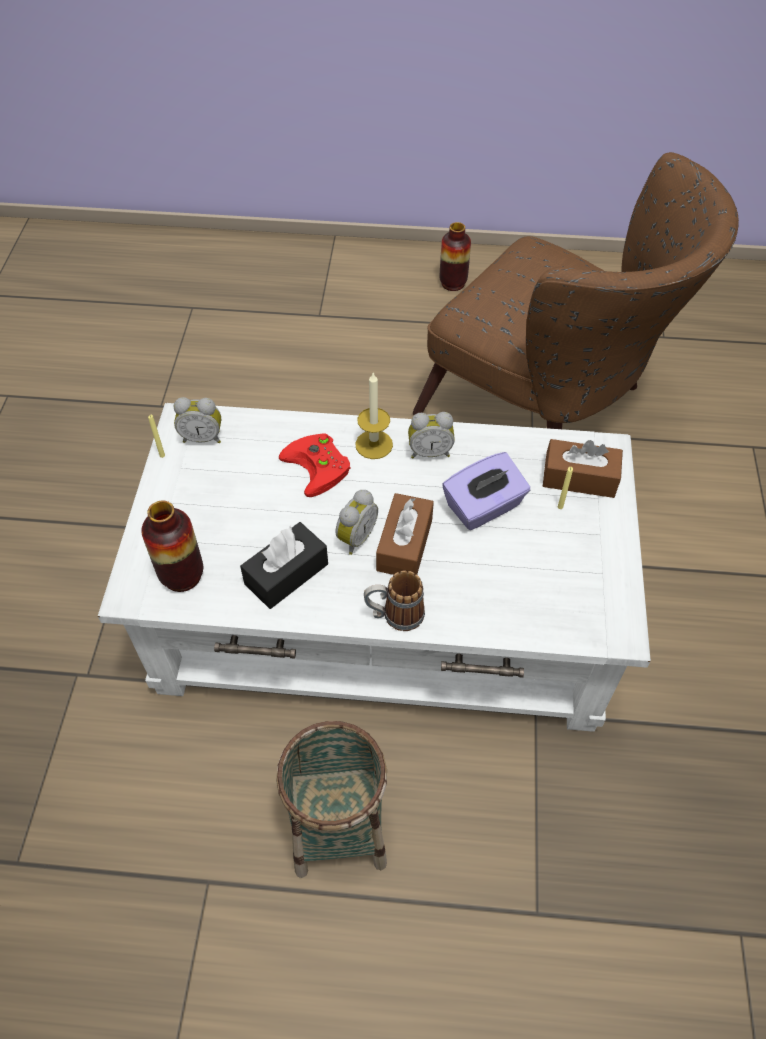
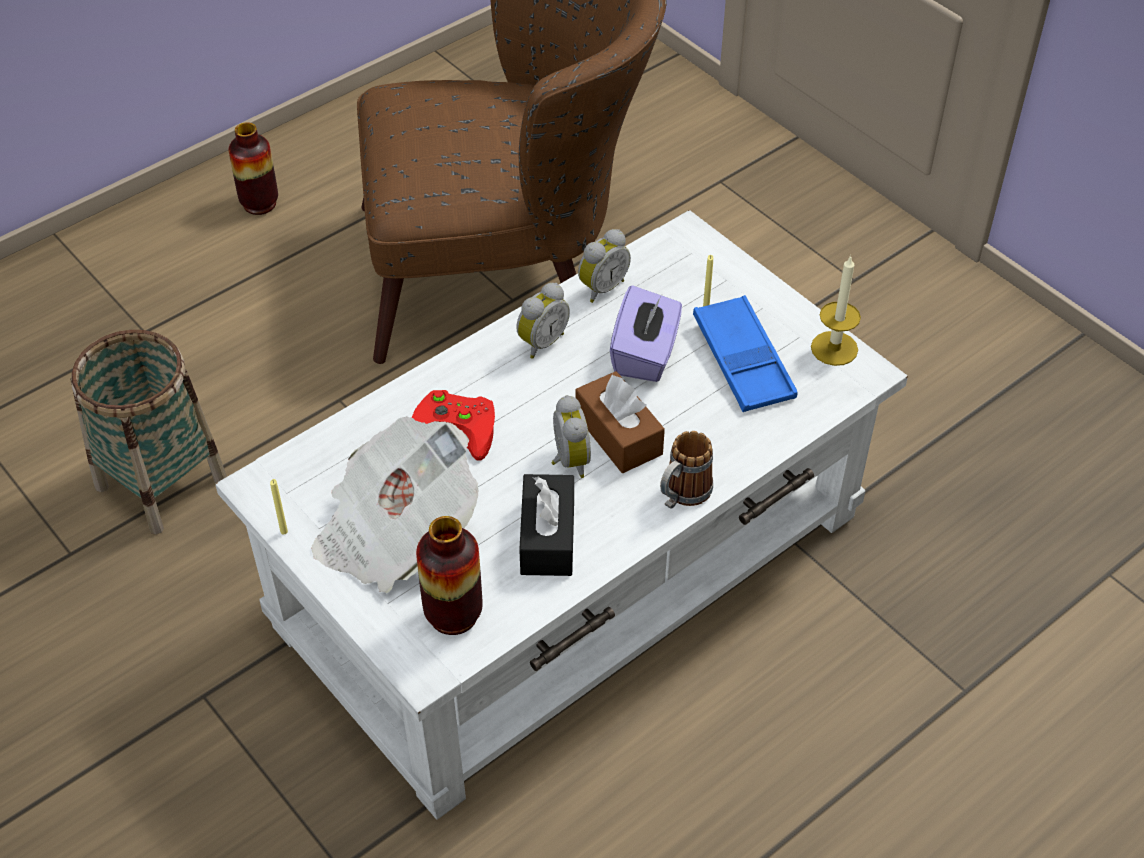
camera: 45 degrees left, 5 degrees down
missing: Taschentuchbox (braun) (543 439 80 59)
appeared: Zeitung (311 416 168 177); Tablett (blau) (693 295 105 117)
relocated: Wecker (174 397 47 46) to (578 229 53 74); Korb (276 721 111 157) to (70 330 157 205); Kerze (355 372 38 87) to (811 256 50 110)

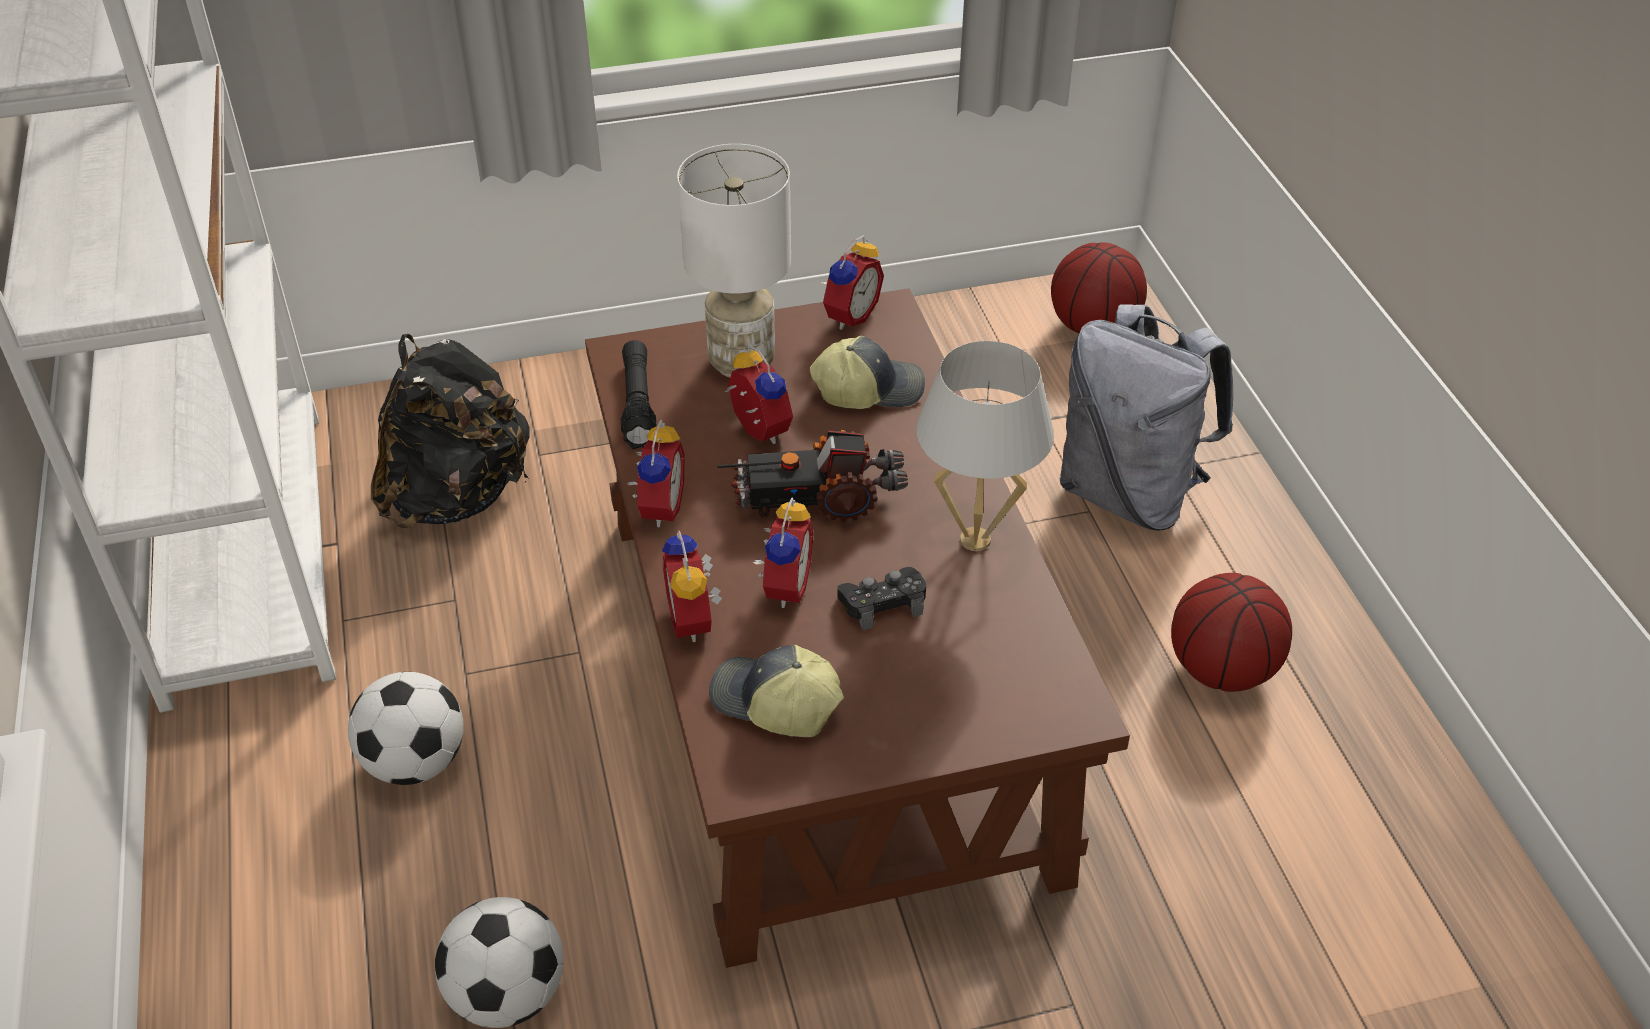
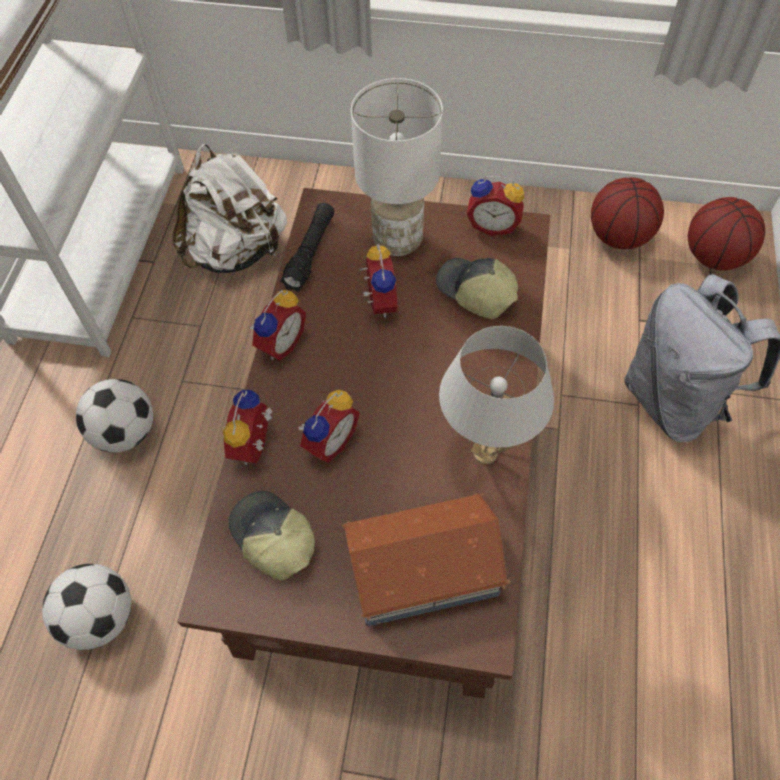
camera: 25 degrees right, 15 degrees up
missing: Spielzeuglaster (717 430 191 92); Gamepad (schwarz) (837 567 89 63)
appeared: Spielzeughaus (342 494 168 132)
relocated: Basketball (1171 573 121 119) to (591 177 73 72)
colour: Rucksack (schwarz) (371 334 158 194) to Rucksack (weiß) (172 144 115 129)
spun: Kappe (810 336 115 73) = (436 258 82 61) 150 degrees counterclockwise; Wecker (821 235 63 95) = (467 175 57 61) 45 degrees clockwise

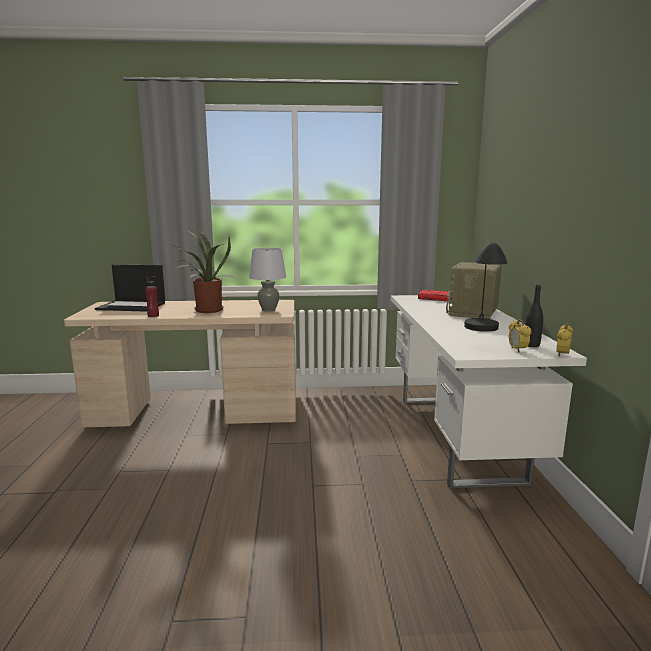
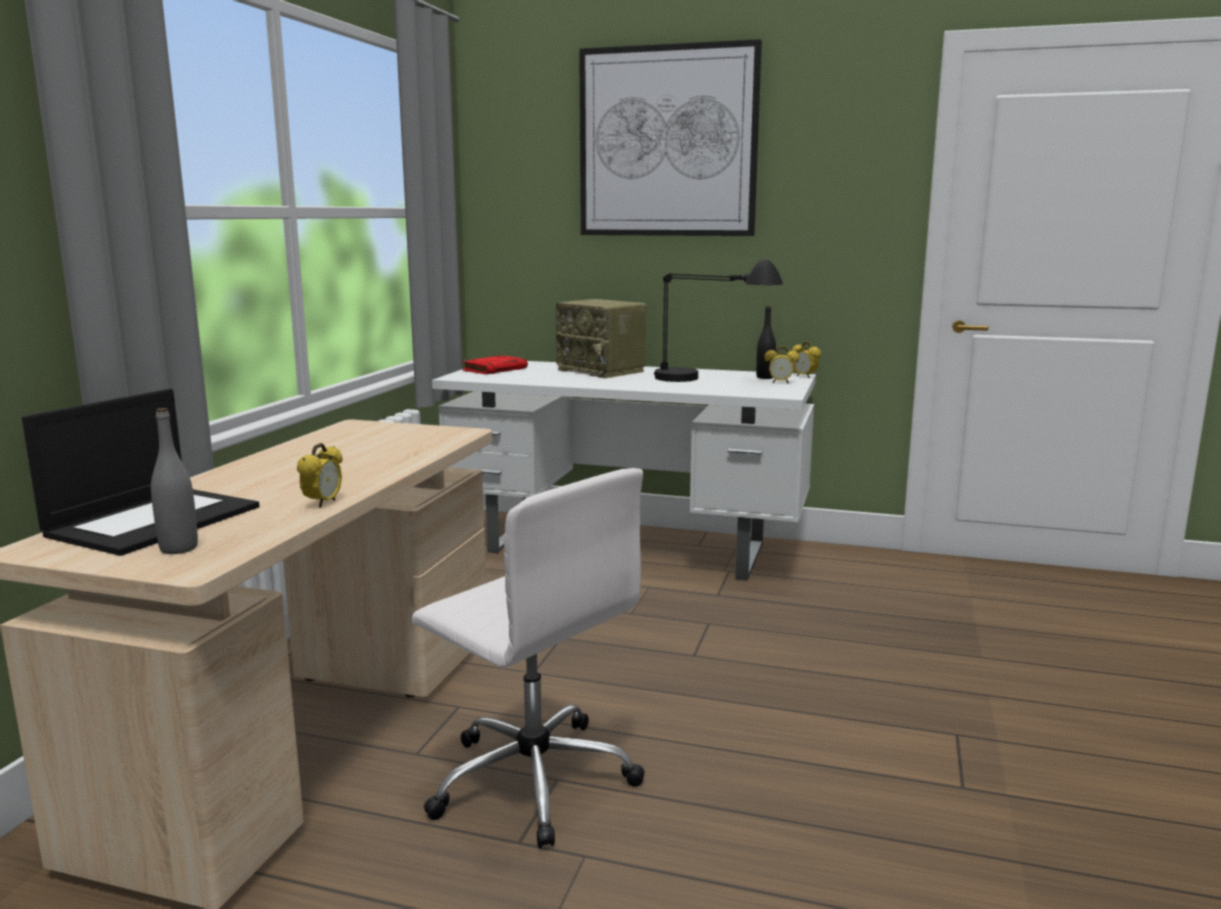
camera: 70 degrees left, 0 degrees up
missing: Topfpflanze (170 229 66 84); Tischlampe (grau) (249 248 37 64)
appeared: Flasche (grau) (151 408 47 146); Bürostuhl (weiß) (412 468 233 381); Bild (579 39 183 197)
exchanged: Flasche (rot) (145 276 14 41) to Wecker (297 443 45 65)

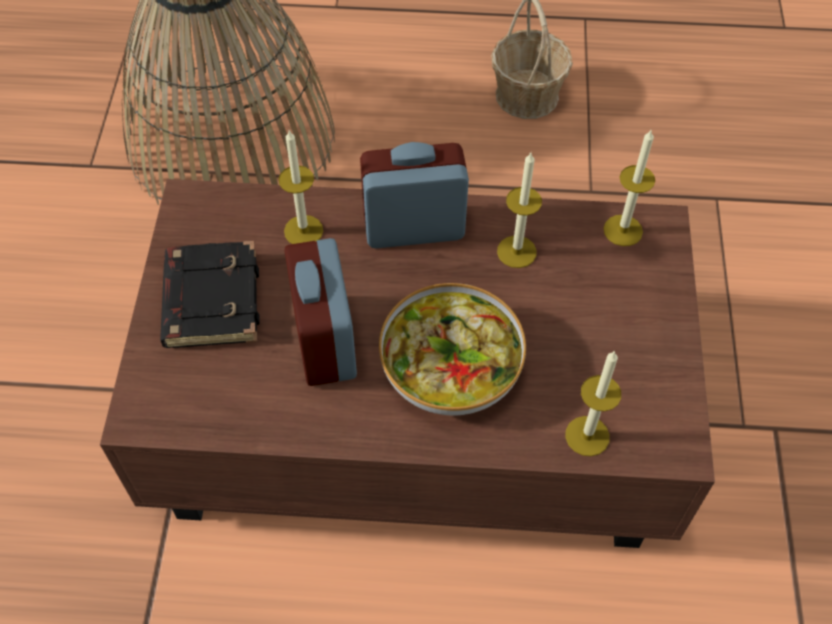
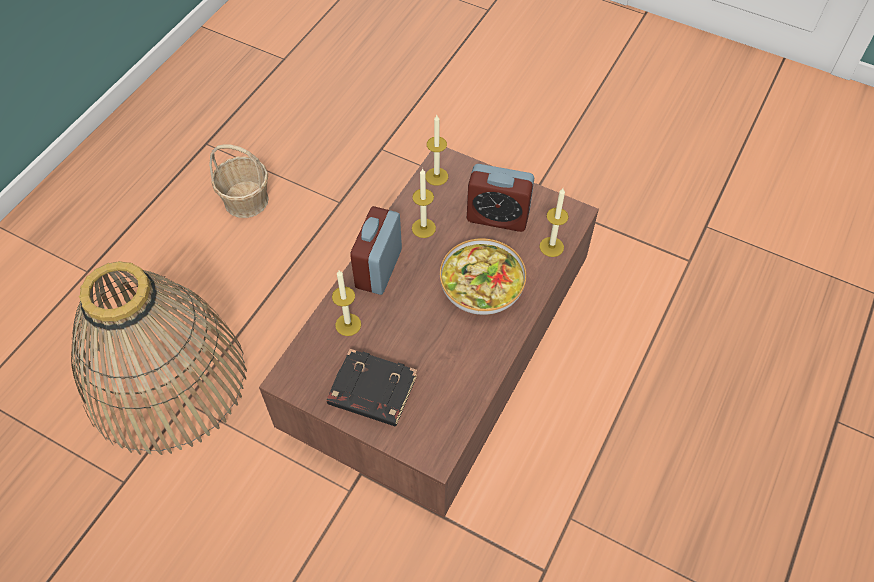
camera: 65 degrees left, 0 degrees up
relocated: Wecker (284 238 73 148) to (467 164 67 68)

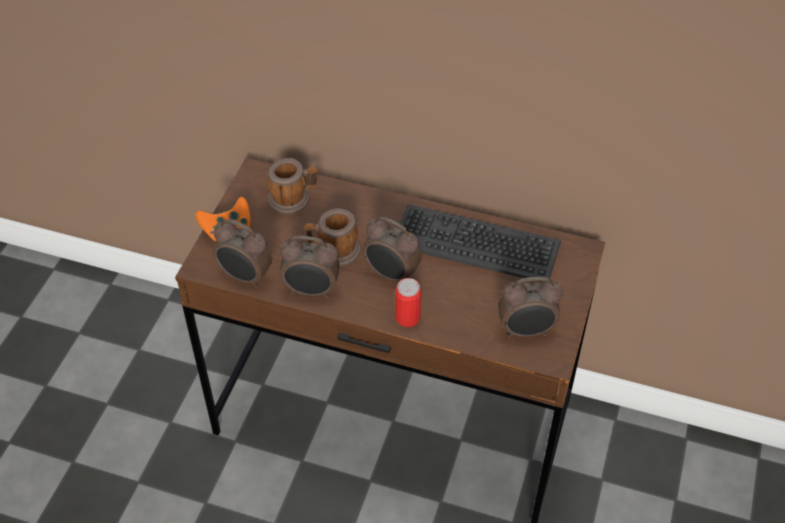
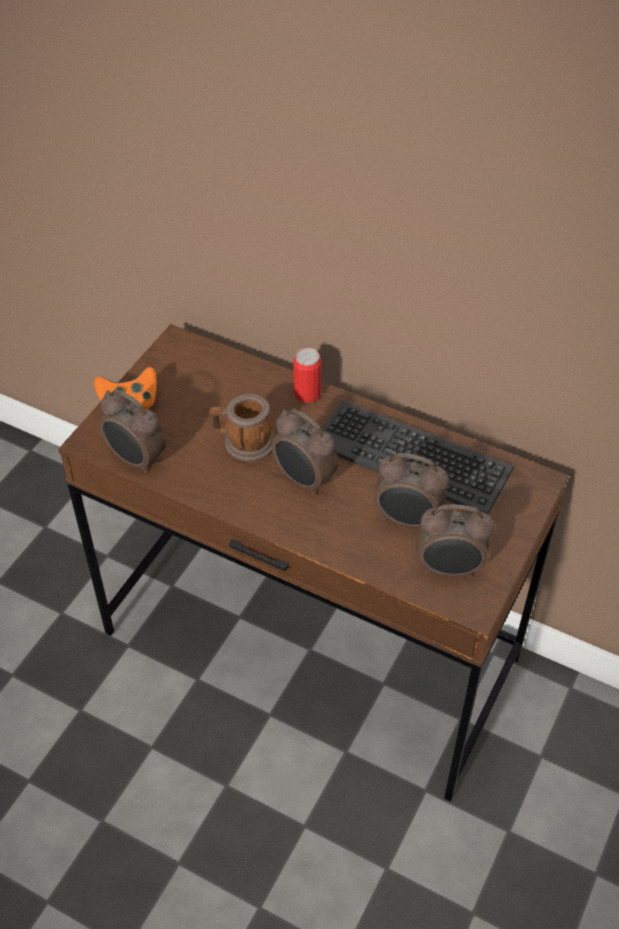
camera: 10 degrees right, 0 degrees up
missing: Henkelbecher (268 158 50 56)
relocated: Wecker (280 236 59 62) to (374 453 75 74); Dose (395 278 26 49) to (293 348 28 55)

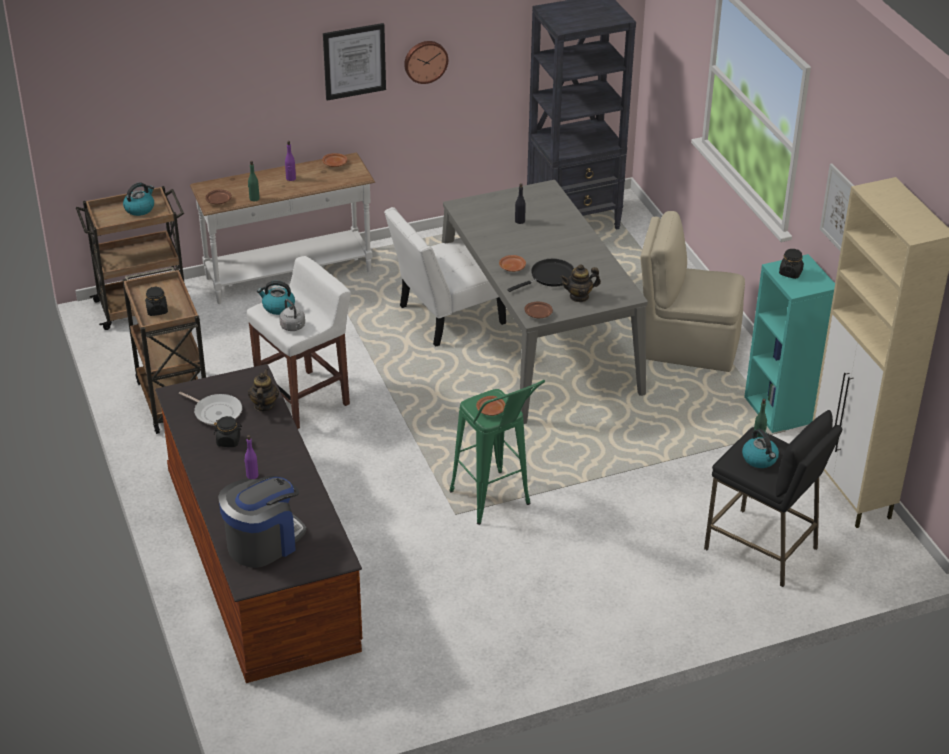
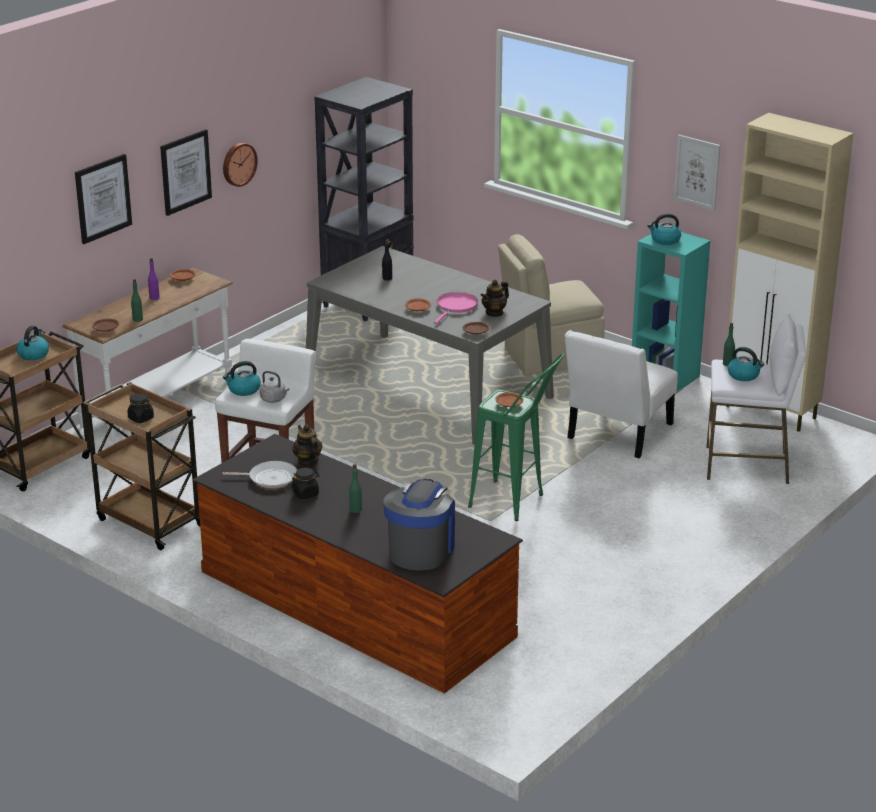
camera: 30 degrees left, 10 degrees down
appeared: Bild (75 154 57 90)
relocated: Stuhl (weiß) (384 207 122 140) to (565 330 113 128)
exchanged: Vorratsglas (schwarz) (779 249 25 30) to Wasserkessel (648 213 33 32)
colour: Flasche (lila) (244 435 14 44) to Flasche (grün) (349 464 13 49); Pfanne (schwarz) (508 259 66 33) to Pfanne (rosa) (434 292 44 32); Hocker (schwarz) (704 410 138 177) to Hocker (weiß) (707 314 99 170)

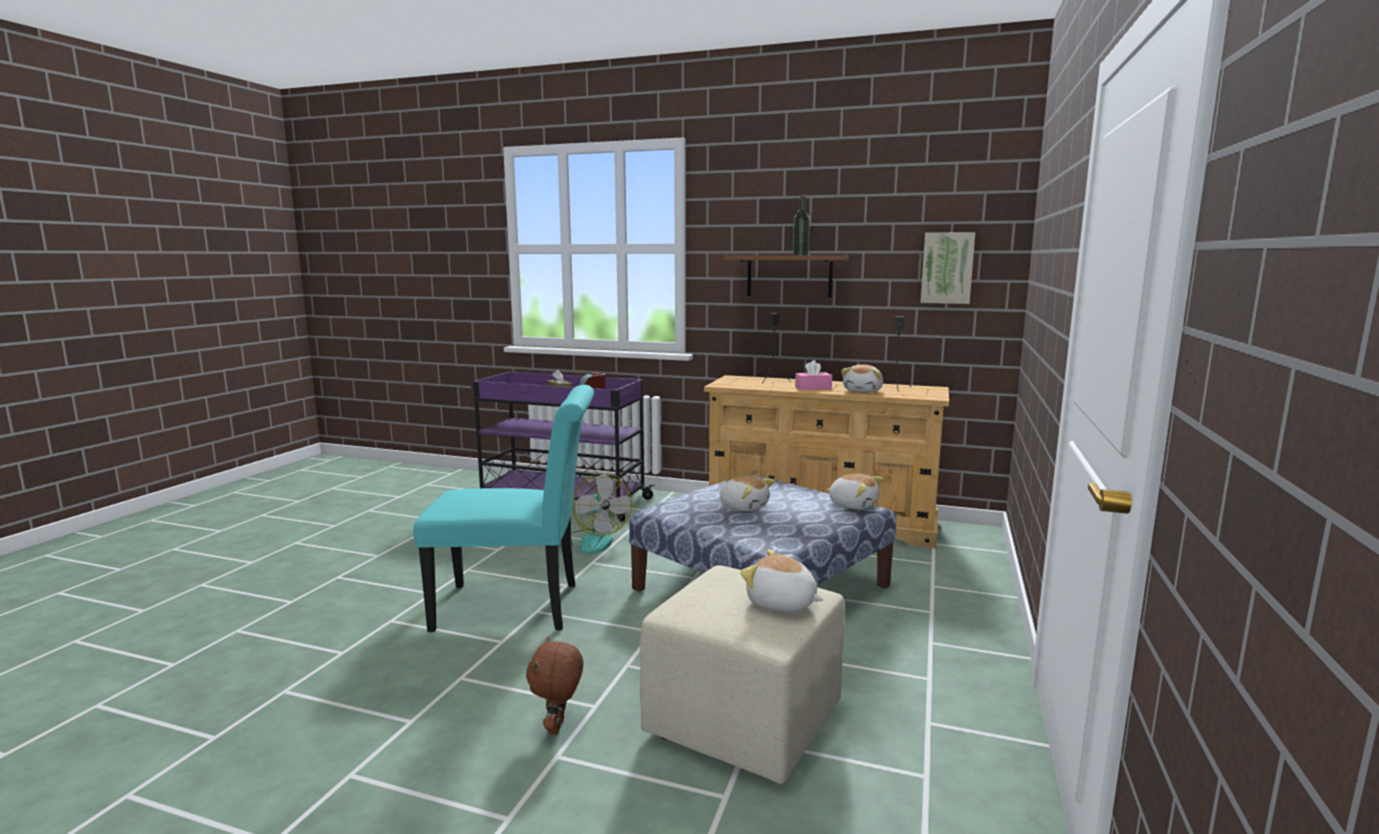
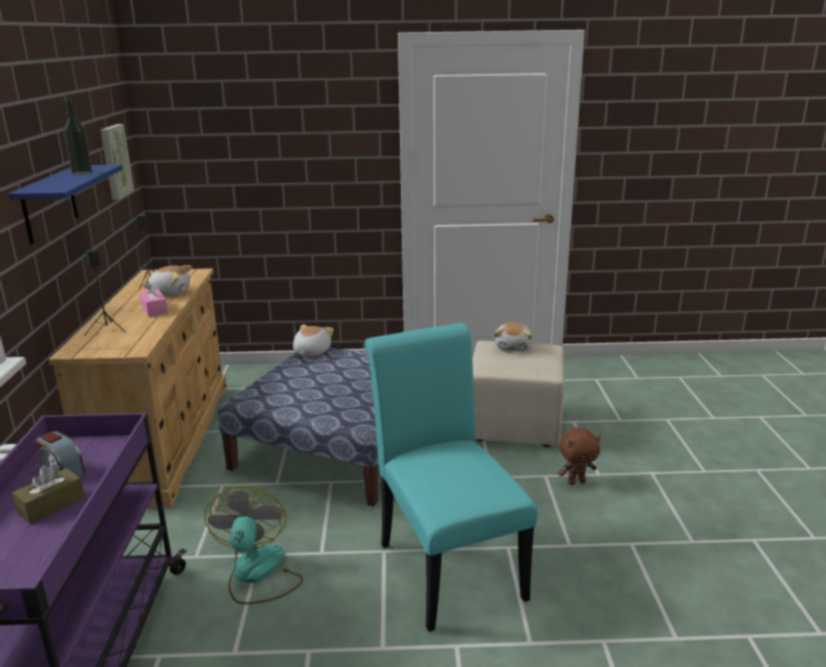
camera: 110 degrees left, 10 degrees up
missing: Plüschtier (720 475 55 36)
colour: Wandregal (braun) (723 255 126 42) to Wandregal (blau) (8 165 115 79)
spun: Ventilator (559 473 73 81) = (204 486 99 119) 45 degrees counterclockwise

